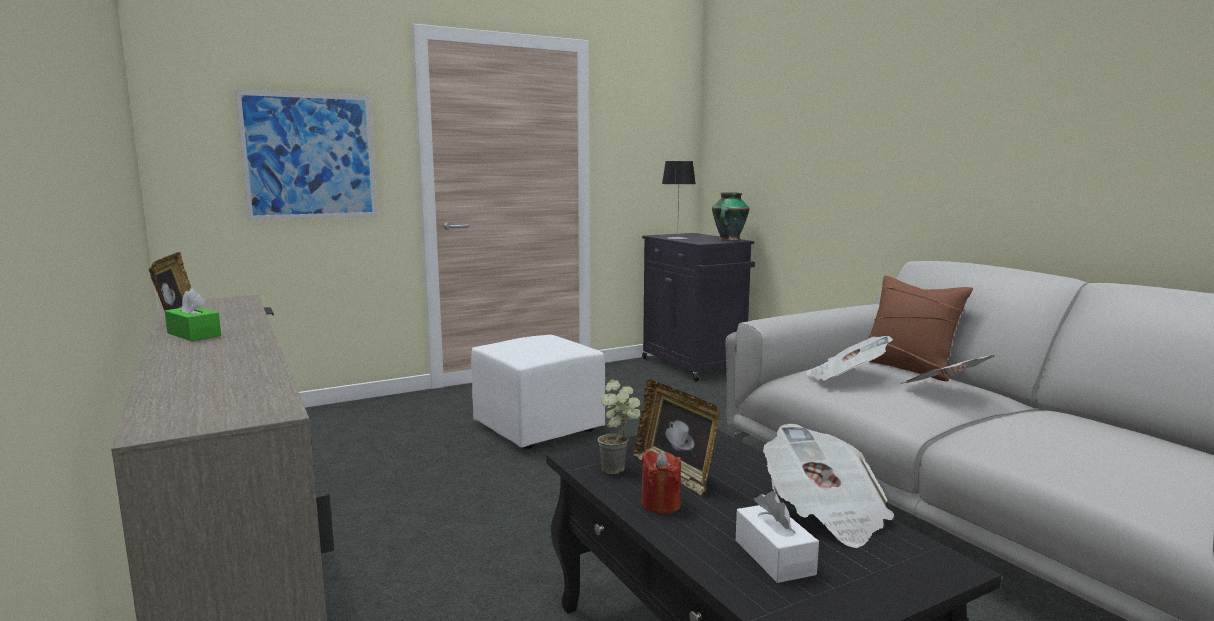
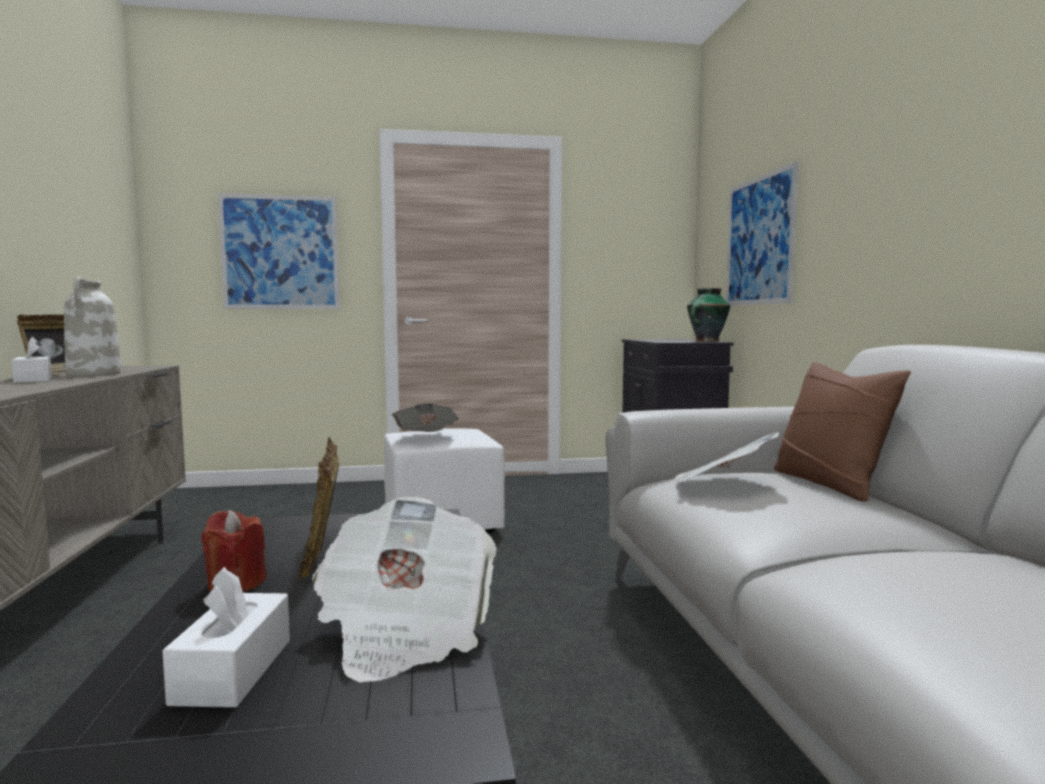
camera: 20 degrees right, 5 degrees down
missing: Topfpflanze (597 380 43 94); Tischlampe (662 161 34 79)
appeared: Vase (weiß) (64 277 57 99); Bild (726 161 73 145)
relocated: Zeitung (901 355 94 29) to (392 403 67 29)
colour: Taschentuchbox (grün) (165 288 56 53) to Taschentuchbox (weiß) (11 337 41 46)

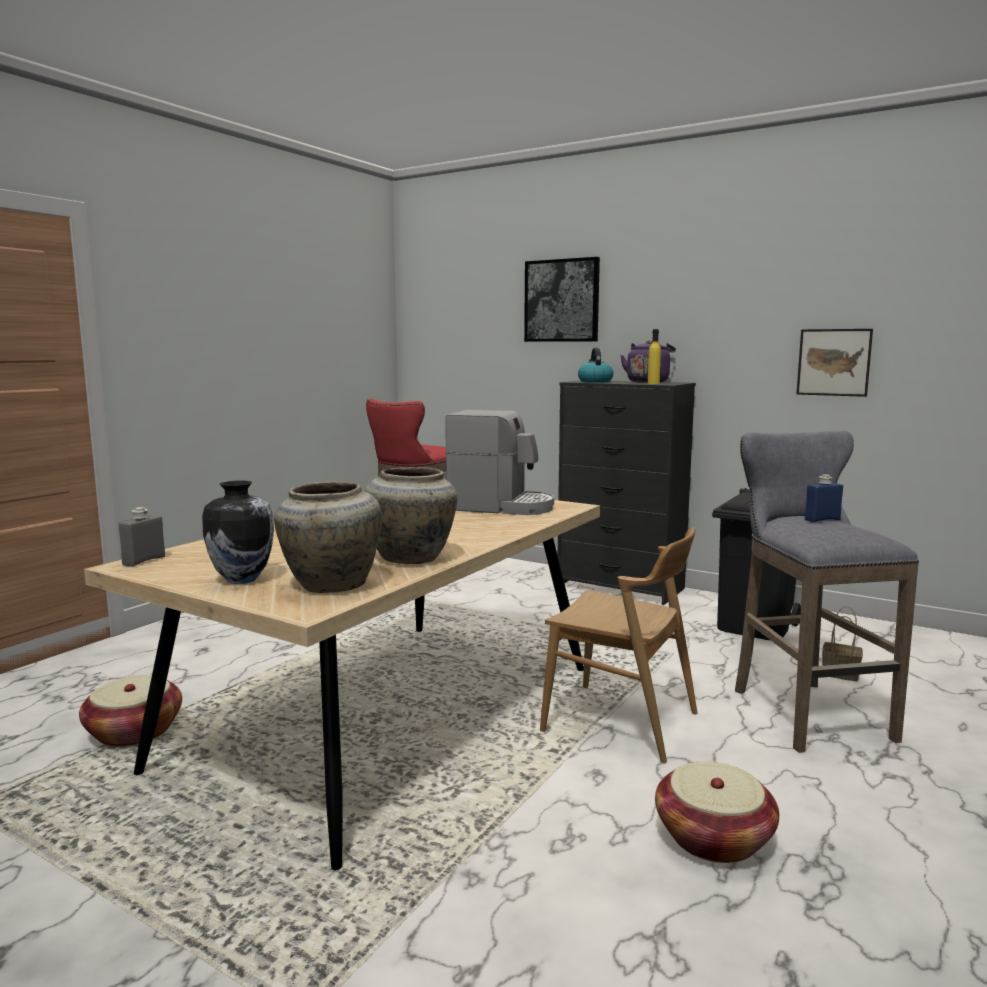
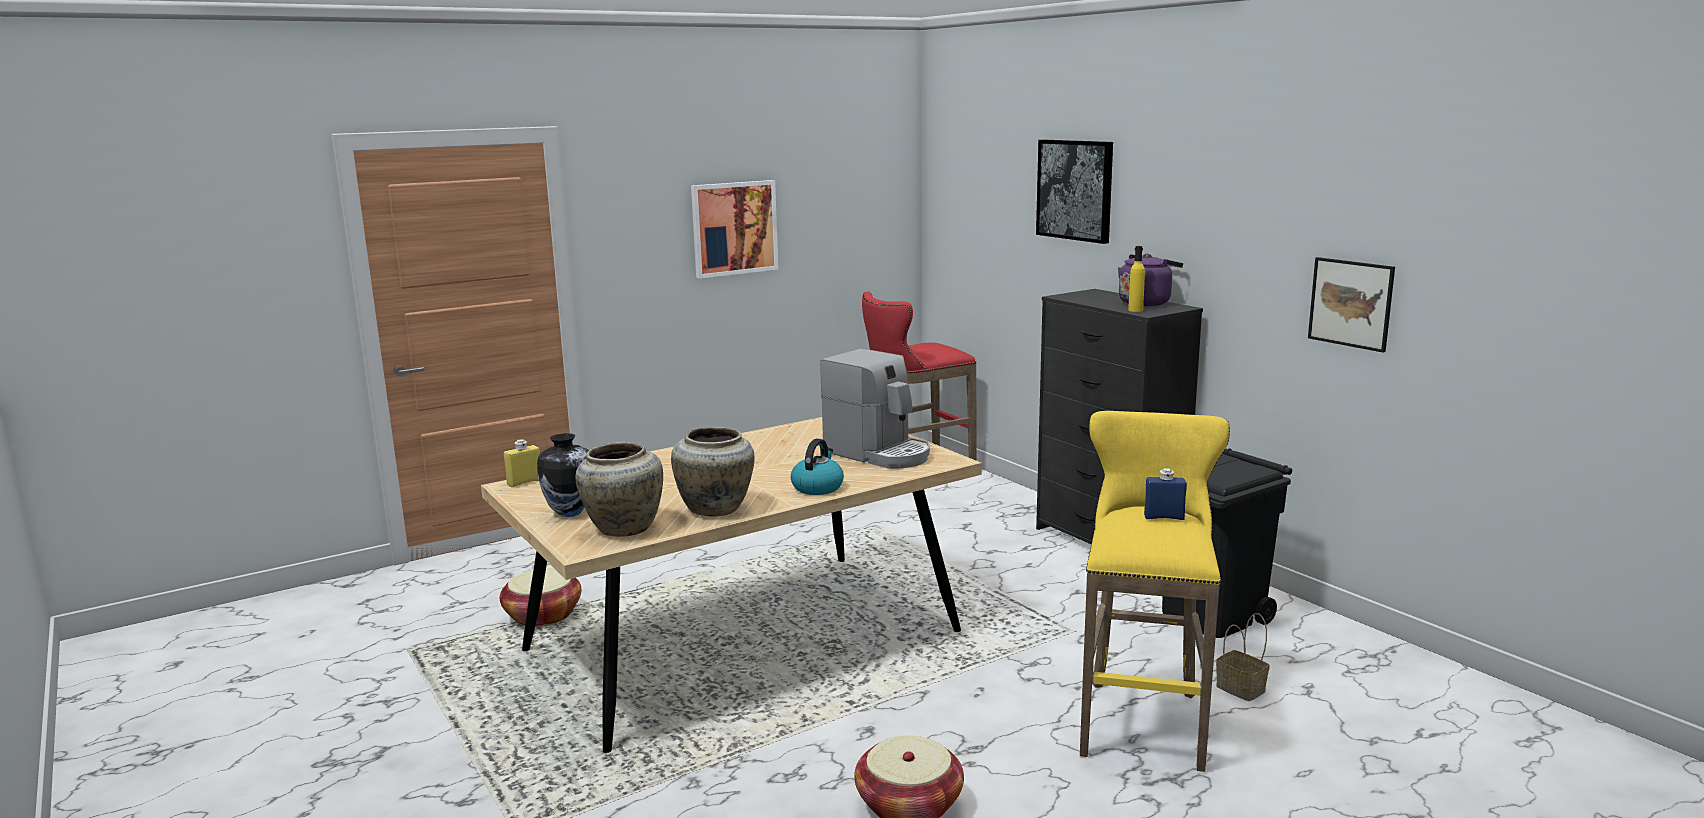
camera: 25 degrees right, 5 degrees up
missing: Stuhl (braun) (540 527 157 237)
appeared: Bild (691 180 87 99)
relocated: Wasserkessel (578 348 36 35) to (791 438 53 57)
colour: Flasche (grau) (119 507 46 60) to Flasche (gelb) (504 439 36 48); Hocker (grau) (735 431 184 322) to Hocker (gelb) (1080 411 150 361)

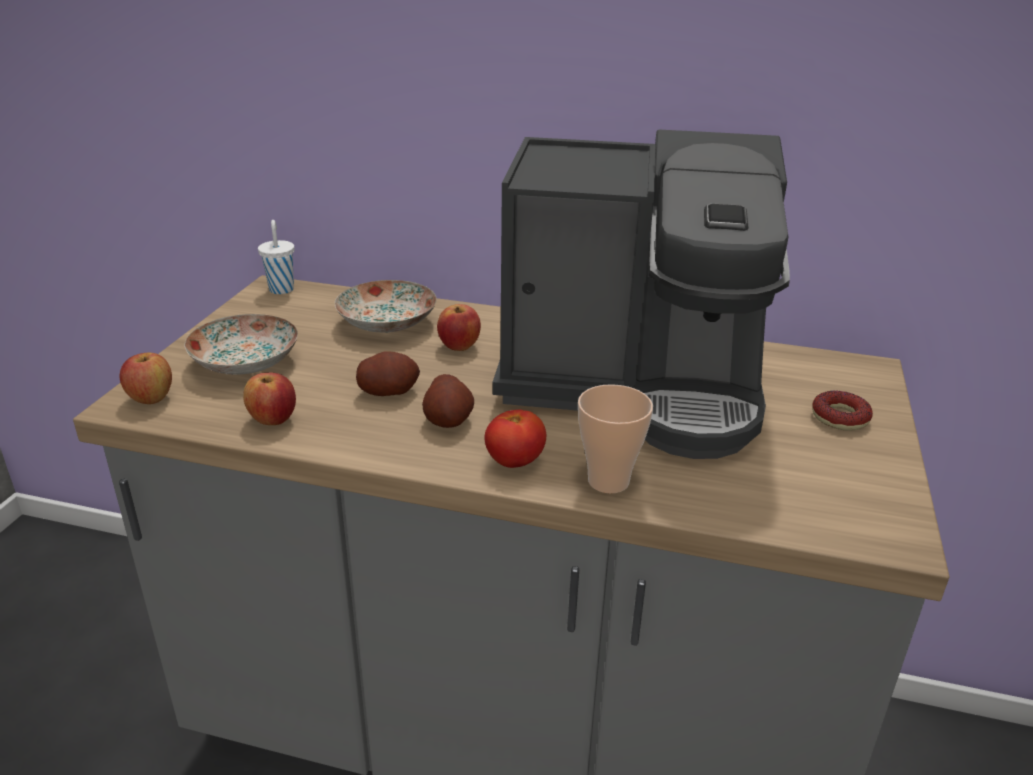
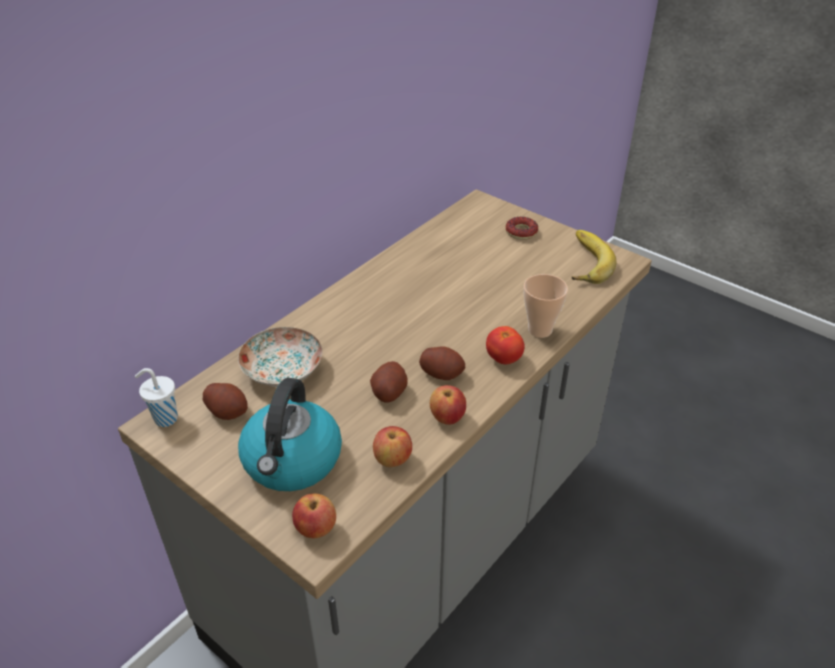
camera: 65 degrees left, 10 degrees up
missing: Kaffeemaschine (492 129 298 330)
appeared: Kartoffel (203 383 45 37); Banane (572 230 44 54)
relocated: Apfel (437 304 44 47) to (430 385 36 40)
exchanged: Teller (184 314 114 61) to Wasserkessel (238 378 104 113)

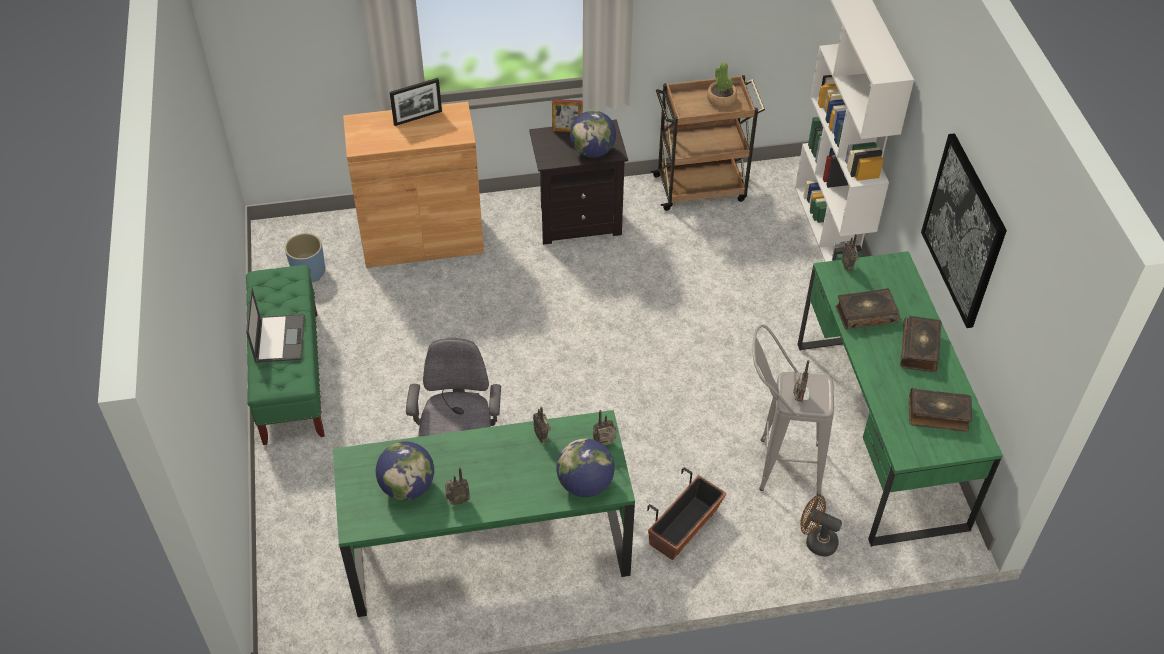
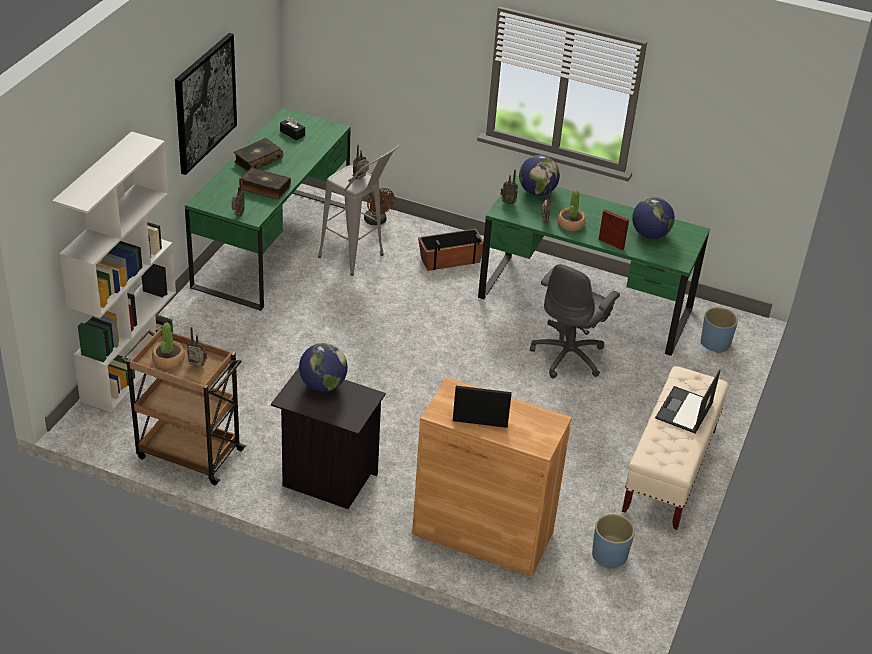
camera: 150 degrees left, 10 degrees down
appeared: Topfpflanze (558 190 28 41); Pflanzkübel (blau) (701 307 37 46)
relocated: Radio (445 467 25 38) to (187 327 20 40); Bilderrahmen (552 99 30 33) to (598 210 31 40)
exchanged: Buch (909 388 63 44) to Taschentuchbox (schwarz) (280 116 25 24)
colour: Bank (grün) (246 265 79 180) to Bank (beige) (622 366 107 164)

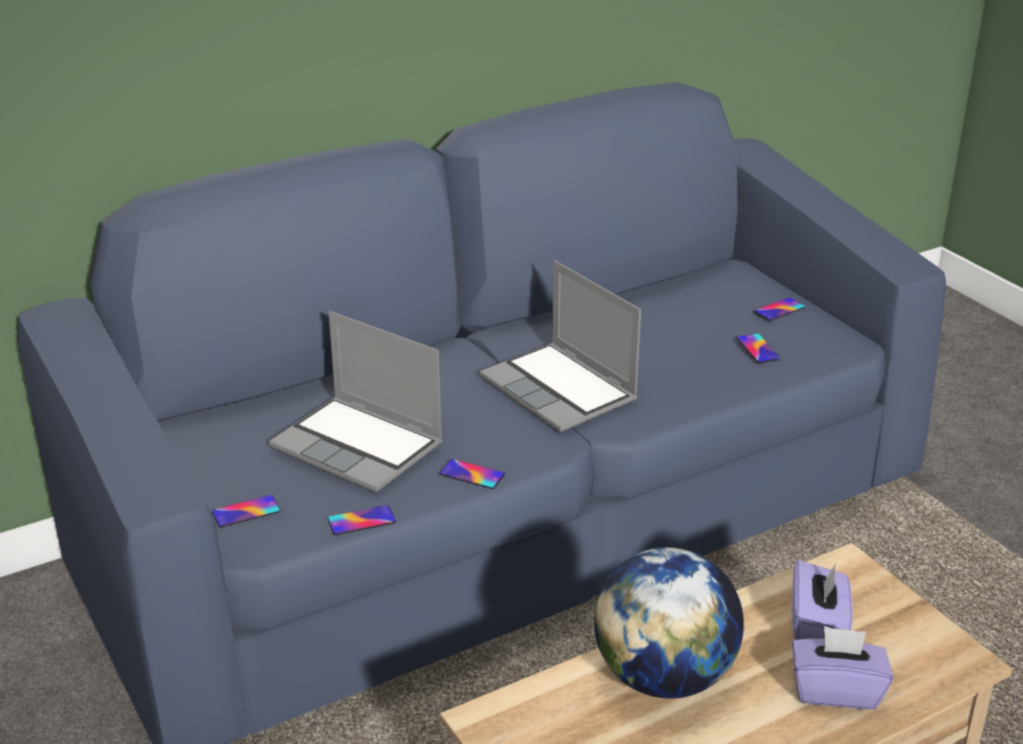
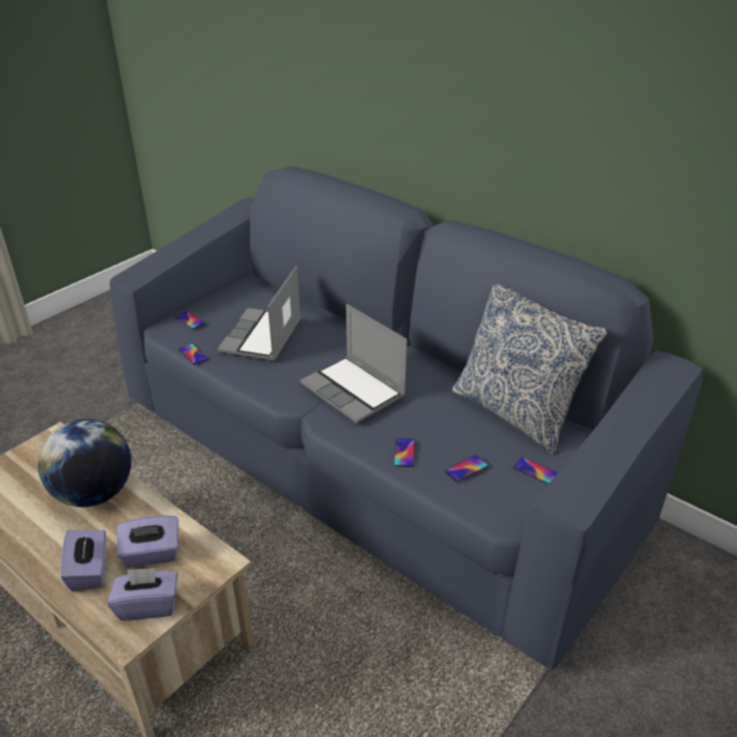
camera: 70 degrees right, 5 degrees up
appeared: Taschentuchbox (lila) (108 568 70 53); Kissen (452 284 157 171)
relocated: Handy (439 459 66 30) to (394 438 21 29)
spun: Laptop (480 261 161 171) = (300 304 107 119) 75 degrees counterclockwise

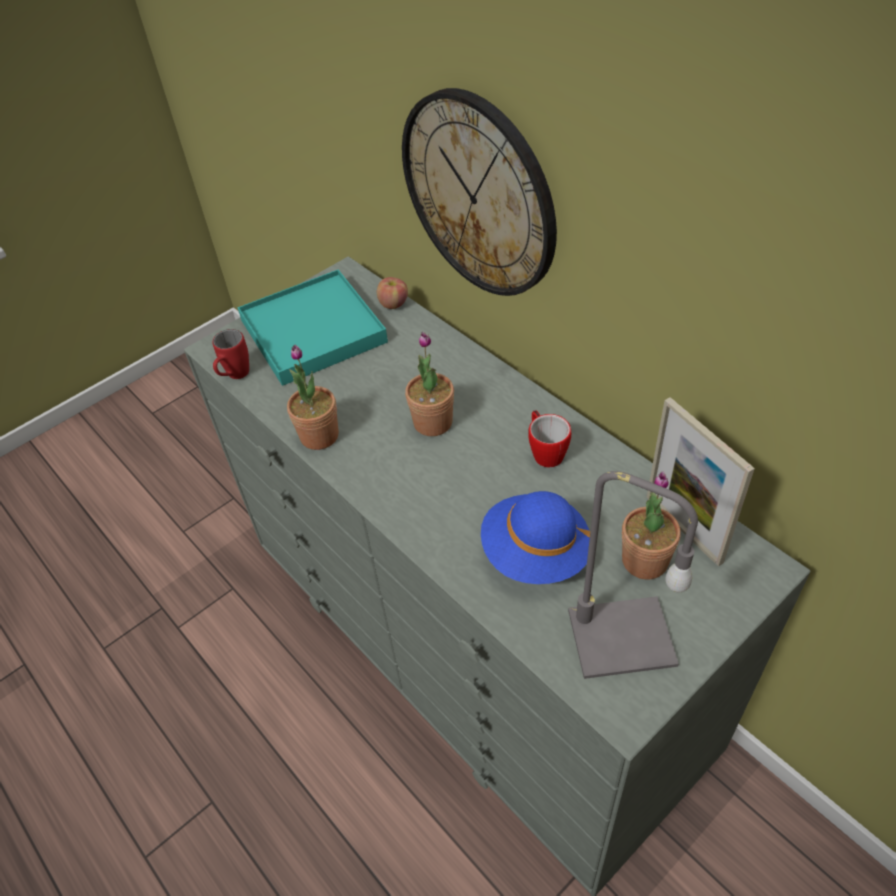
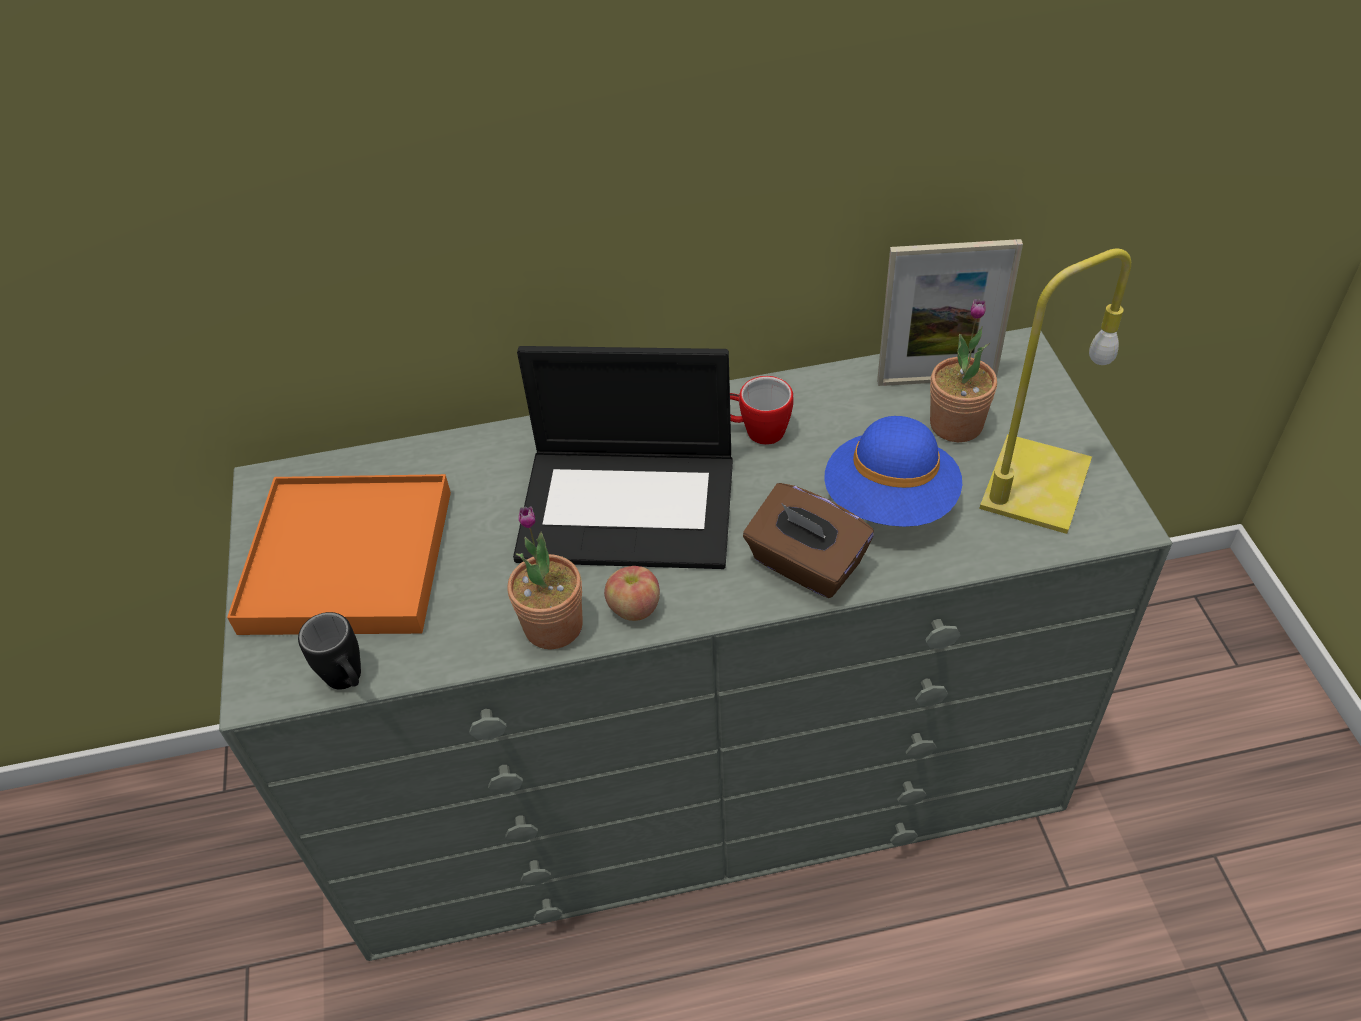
camera: 60 degrees left, 0 degrees up
missing: Wanduhr (402 88 155 208)
appeared: Taschentuchbox (braun) (743 483 131 115)
relocated: Apfel (377 277 31 32) to (604 566 56 55)
exchanged: Topfpflanze (405 332 49 104) to Laptop (513 346 220 223)
colour: Henkelbecher (rot) (213 329 36 50) to Henkelbecher (schwarz) (298 612 63 78); Tablett (türkis) (238 269 150 117) to Tablett (orange) (227 474 224 161); Tischlampe (grau) (568 471 130 208) to Tischlampe (gelb) (979 249 152 285)

